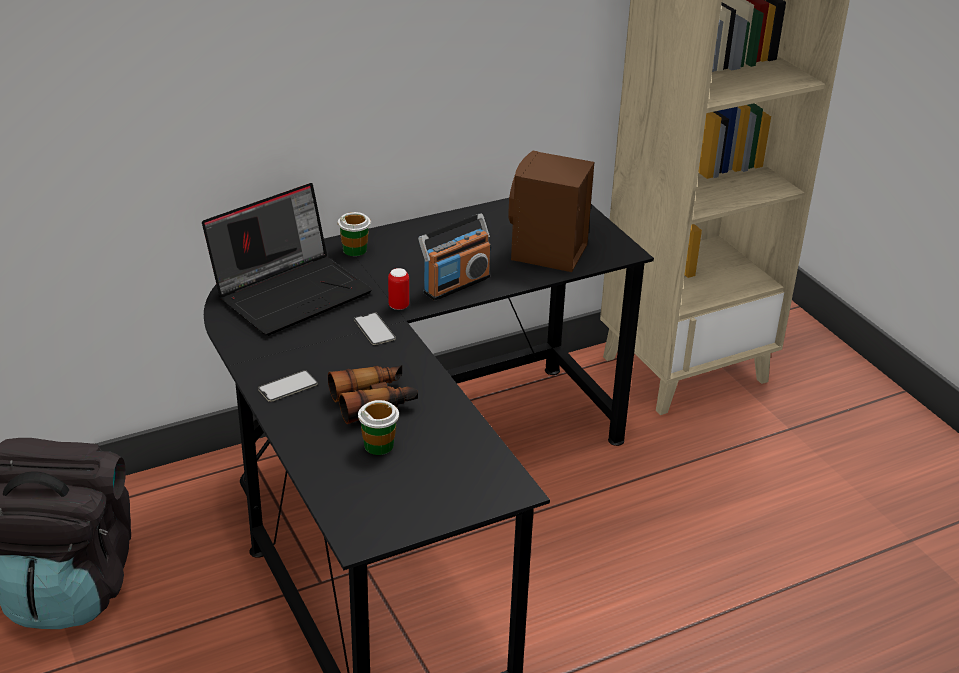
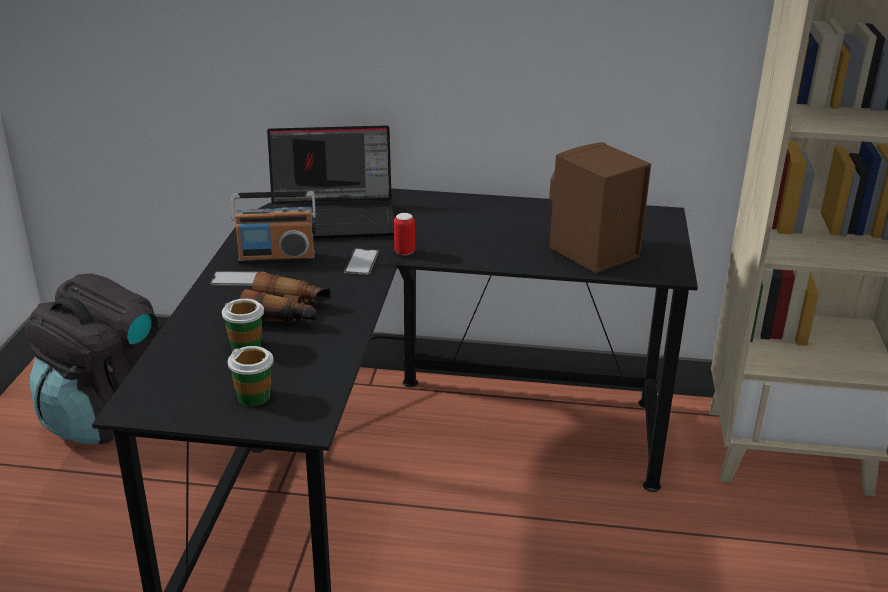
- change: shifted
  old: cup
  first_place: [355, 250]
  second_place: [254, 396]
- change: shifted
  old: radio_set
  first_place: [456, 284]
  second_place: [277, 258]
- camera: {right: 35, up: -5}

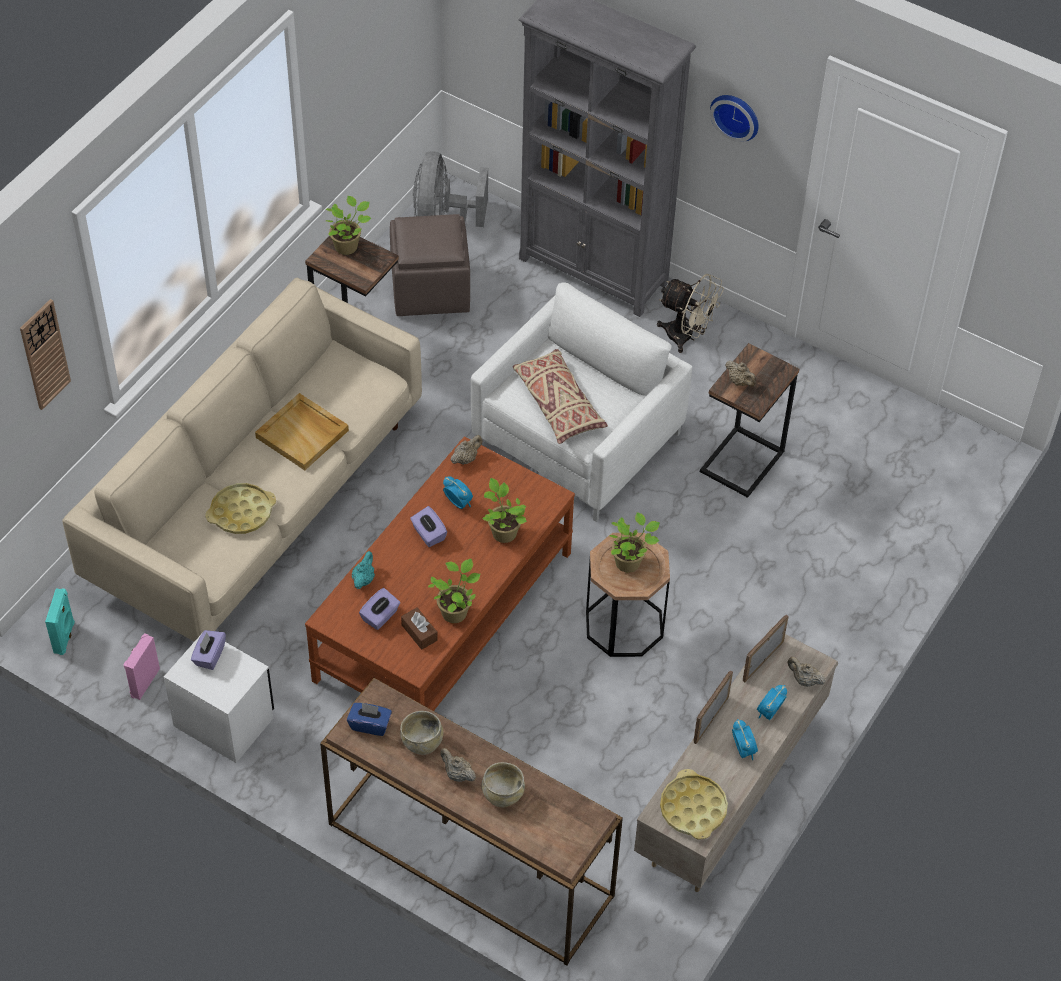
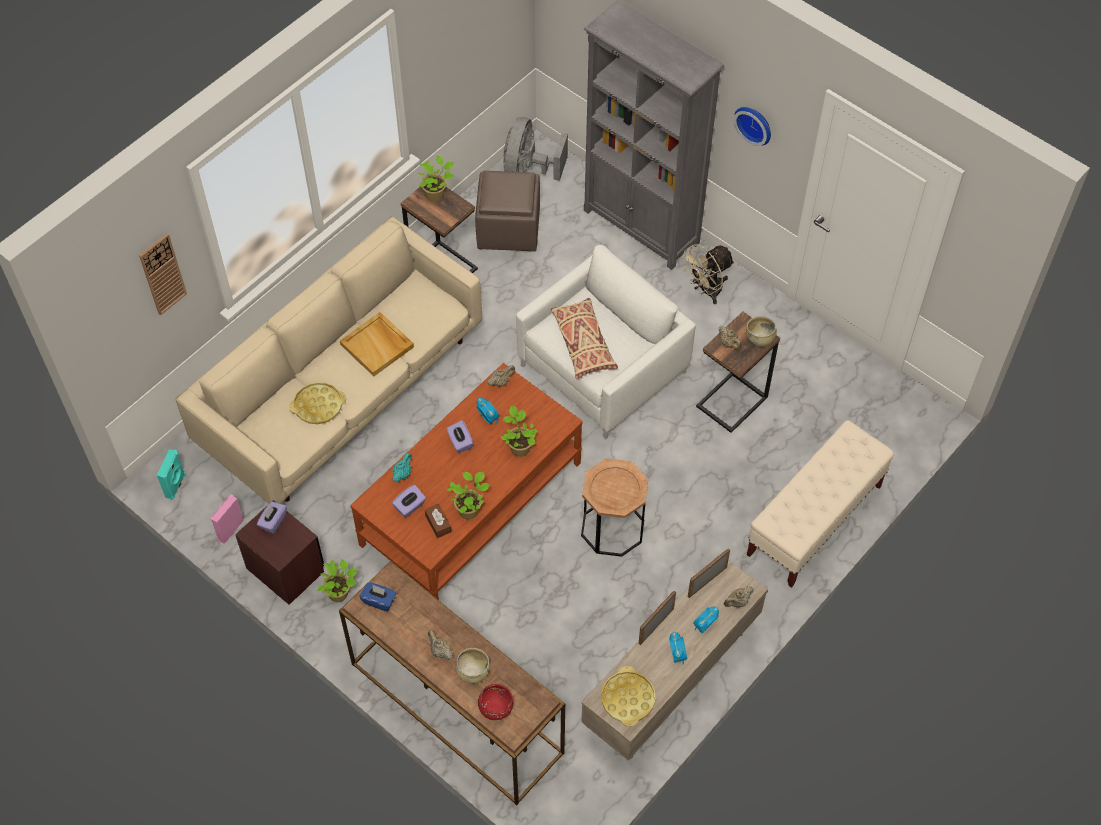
- change: repainted
  old: white-coloured_night_table
  new: brownish_night_table
  first_place: [224, 721]
  second_place: [285, 569]
- change: shifted
  old: houseplant
  first_place: [629, 562]
  second_place: [340, 593]
- change: new
  new: reddish_serving_bowl
  second_place: [495, 708]
- change: rotated
  old: beige-coloured_electric_fan
  first_place: [686, 337]
  second_place: [706, 291]
  degrees: 105
- change: rotated
  old: beige-coloured_teapot
  first_place: [804, 680]
  second_place: [737, 602]
  degrees: -75
- change: shifted
  old: beige-coloured_serving_bowl
  first_place: [422, 742]
  second_place: [760, 339]
- change: new
  new: beige-coloured_long_seat
  second_place: [814, 521]
- camera: {right: 10, up: 5}

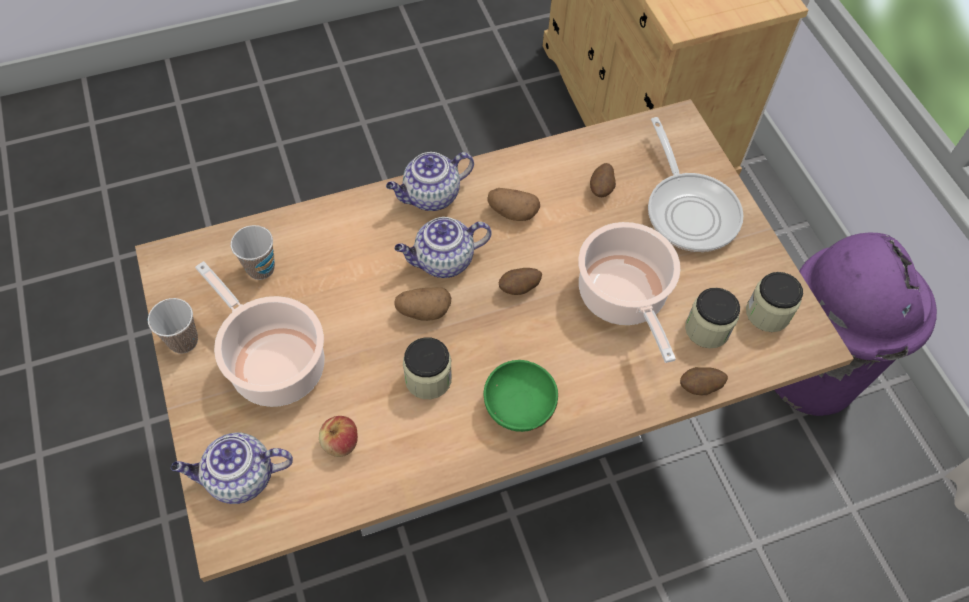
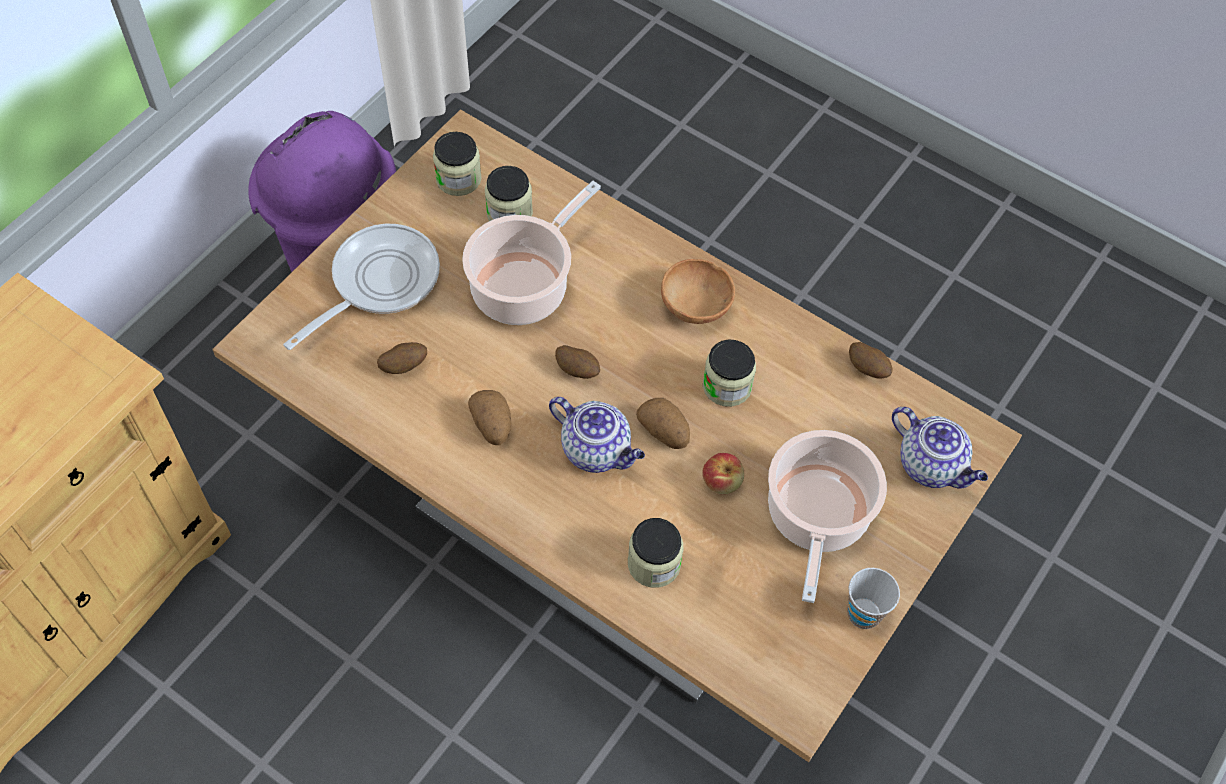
- change: new
  new: storage_jar
  second_place: [654, 564]
- change: repainted
  old: green_serving_bowl
  new: brownish_serving_bowl
  first_place: [518, 408]
  second_place: [697, 306]
- change: shifted
  old: apple
  first_place: [340, 443]
  second_place: [722, 481]
- change: shifted
  old: potato
  first_place: [700, 387]
  second_place: [867, 369]
- change: gone
  old: cup
  first_place: [261, 268]
- change: gone
  old: teapot
  first_place: [430, 196]
- camera: {right: -125, up: 0}

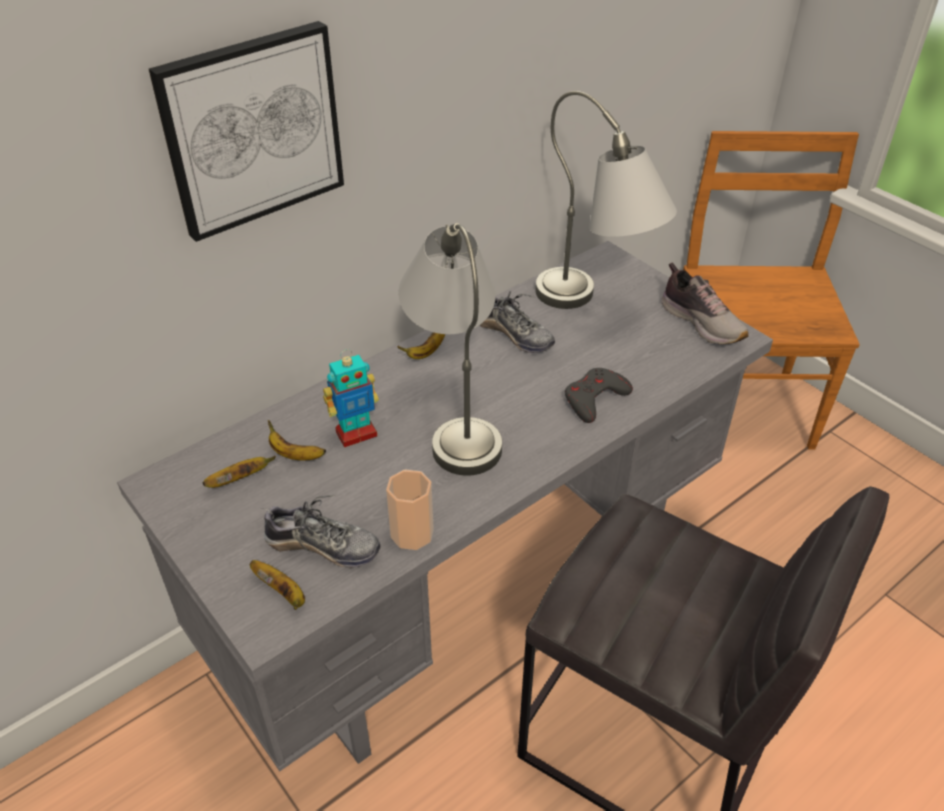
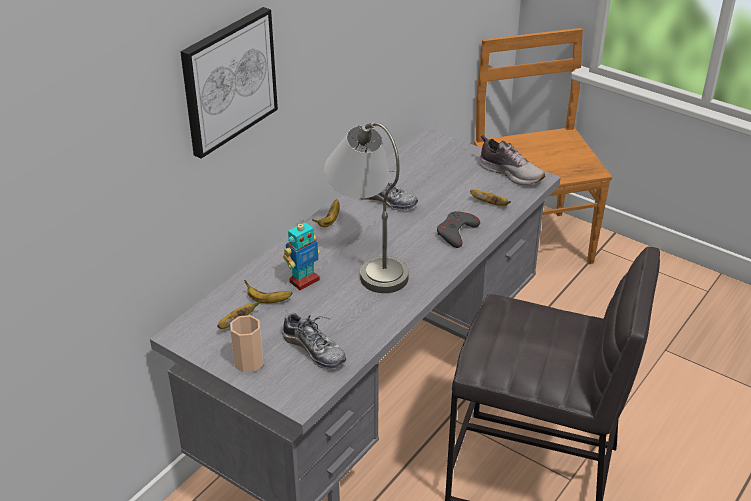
- change: shifted
  old: cup
  first_place: [412, 533]
  second_place: [248, 362]
- change: rotated
  old: low_shoe
  first_place: [323, 546]
  second_place: [314, 350]
  degrees: 45
- change: shifted
  old: whole_banana
  first_place: [283, 592]
  second_place: [490, 204]
- change: gone
  old: greyish_lamp_for_a_table
  first_place: [595, 308]
- camera: {right: -15, up: -5}

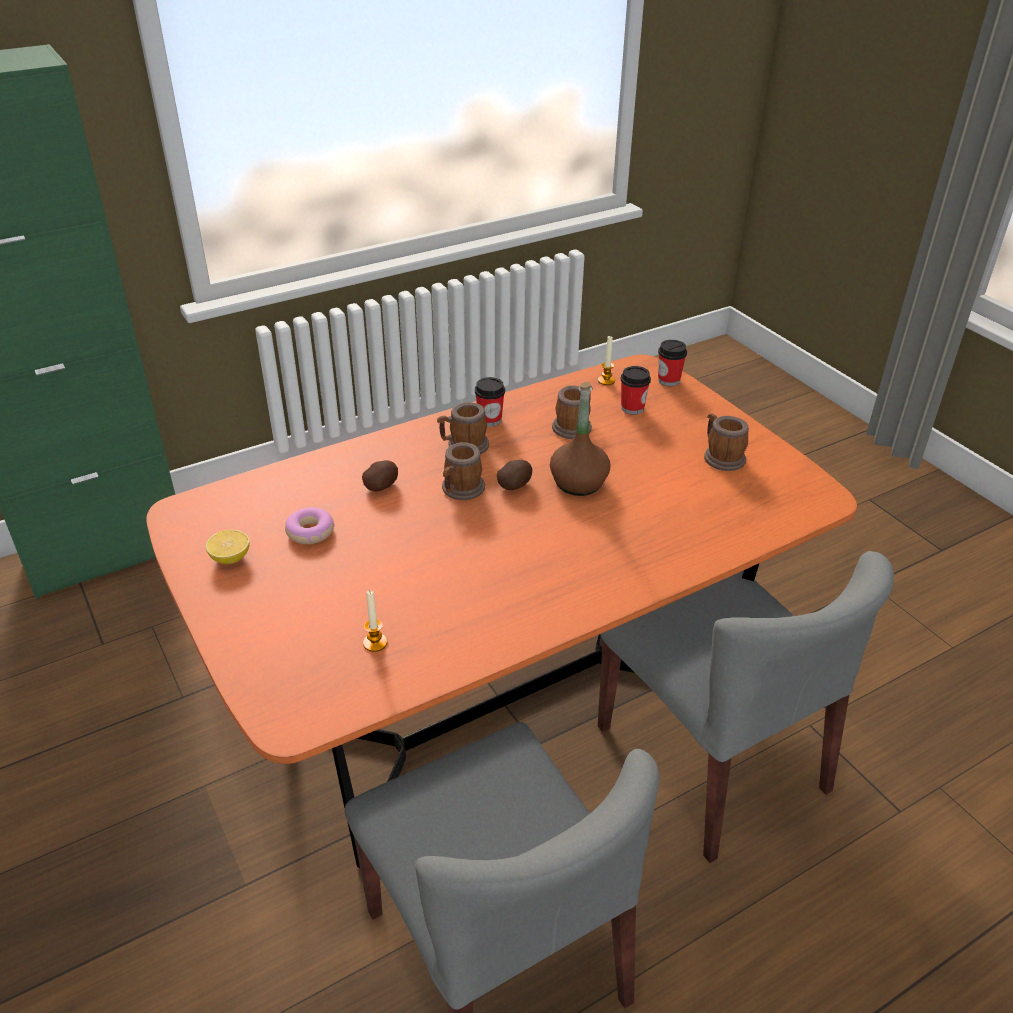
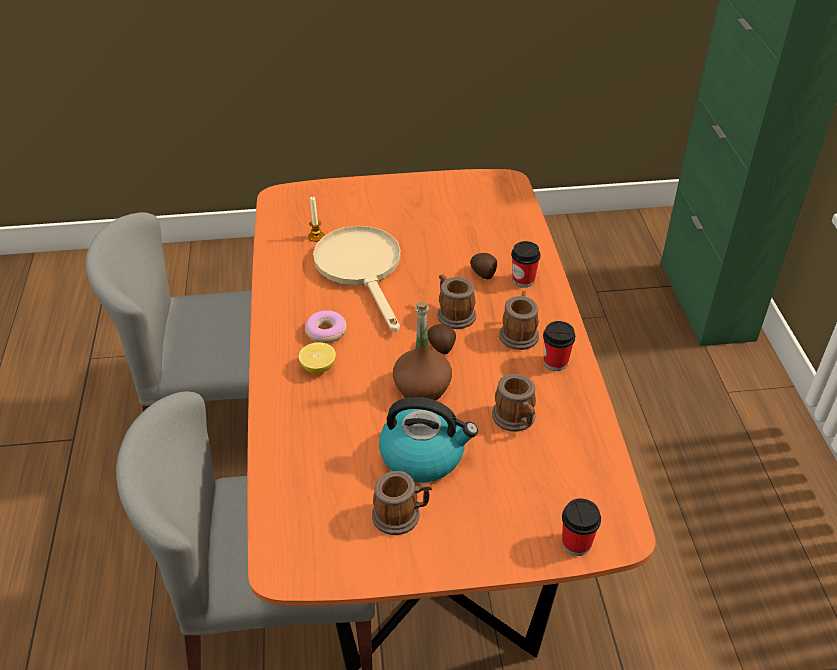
- change: shifted
  old: lemon
  first_place: [230, 558]
  second_place: [318, 367]
- change: shifted
  old: ring_doughnut
  first_place: [310, 532]
  second_place: [326, 331]
- change: new
  new: beige-coloured_pan
  second_place: [362, 269]
- change: new
  new: tea_kettle
  second_place: [424, 455]
- change: shifted
  old: cup
  first_place: [632, 408]
  second_place: [523, 280]
- change: gone
  old: wax_light
  first_place: [606, 380]
- camera: {right: 115, up: 5}

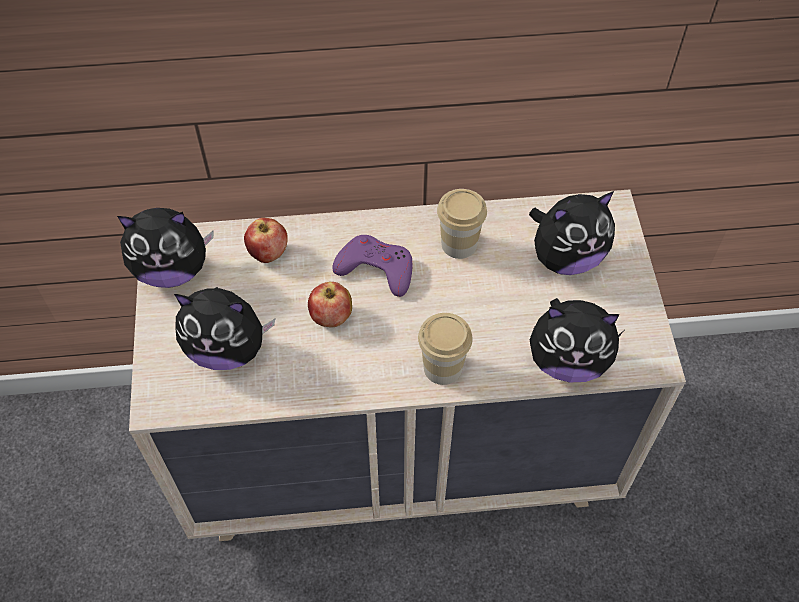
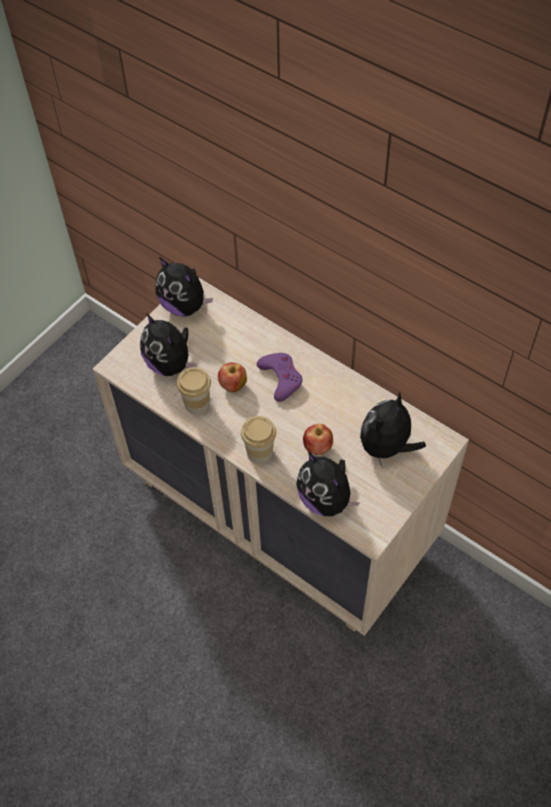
- change: shifted
  old: cup
  first_place: [459, 244]
  second_place: [197, 404]
- change: shifted
  old: apple
  first_place: [268, 253]
  second_place: [317, 447]
- change: rotated
  old: plush_toy
  first_place: [566, 257]
  second_place: [387, 447]
  degrees: 105
- camera: {right: 45, up: 0}

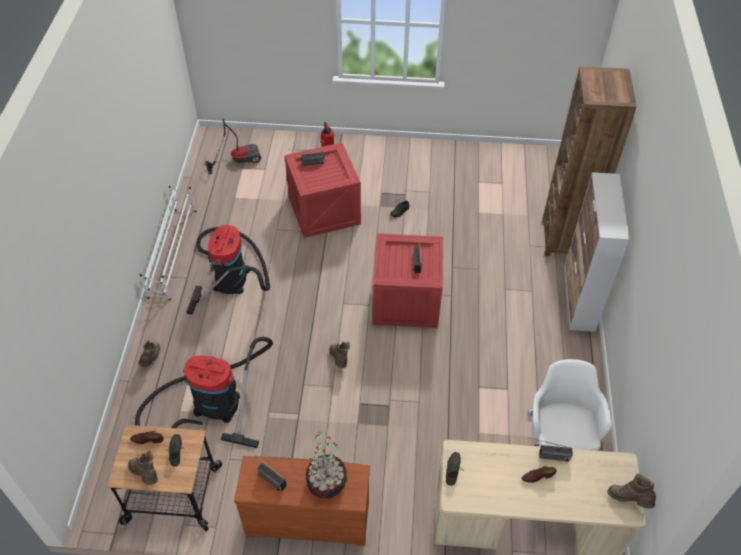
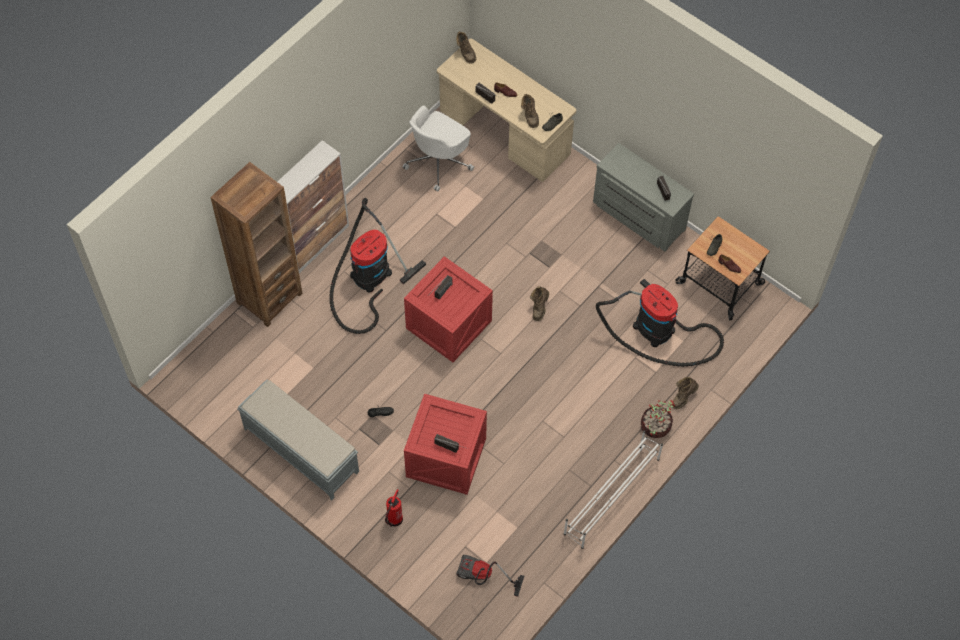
- change: new
  new: greyish_long_seat
  second_place: [300, 450]
- change: shifted
  old: hoover
  first_place: [231, 275]
  second_place: [368, 278]
- change: shifted
  old: brownish_high-top_boot
  first_place: [146, 474]
  second_place: [530, 116]
- change: repainted
  old: brownish_chest_of_drawers
  new: greyish_chest_of_drawers
  first_place: [308, 516]
  second_place: [637, 217]
- change: shifted
  old: houseplant
  first_place: [326, 480]
  second_place: [655, 427]
- camera: {right: -145, up: 10}

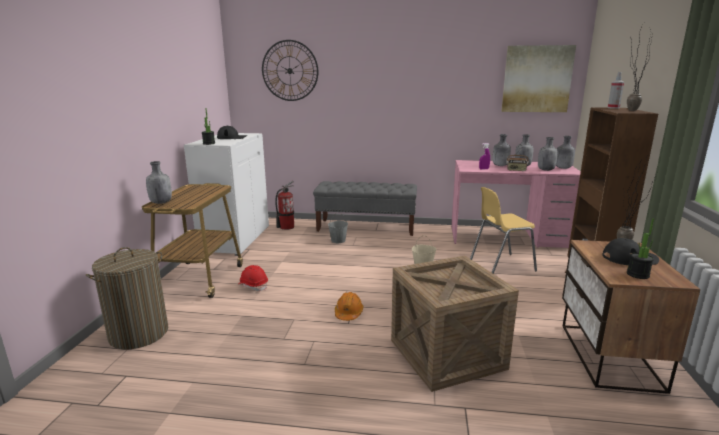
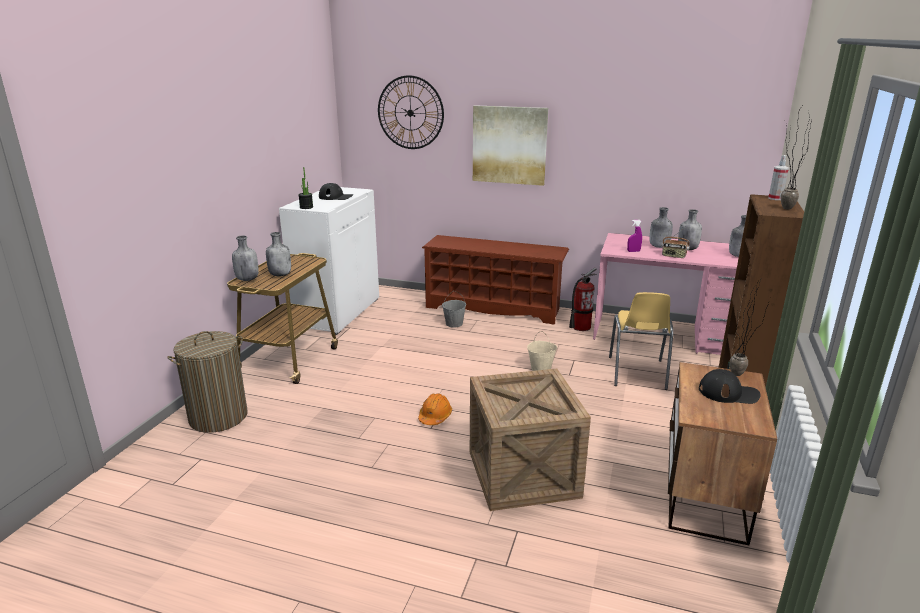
- change: shifted
  old: greyish_drink_bottle
  first_place: [545, 170]
  second_place: [280, 275]
- change: swapped
  old: greyish_long_seat
  new: brownish_shoe_shelf
  first_place: [366, 227]
  second_place: [494, 308]
- change: shifted
  old: wall_picture
  first_place: [537, 79]
  second_place: [509, 145]
- change: shifted
  old: fire-fighting_cylinder
  first_place: [286, 227]
  second_place: [580, 327]
- change: rotated
  old: yellow_chair
  first_place: [501, 265]
  second_place: [637, 373]
  degrees: -75
- change: gone
  old: reddish_hard_hat
  first_place: [253, 286]
- change: gone
  old: houseplant
  first_place: [637, 274]
- camera: {right: 10, up: 5}

